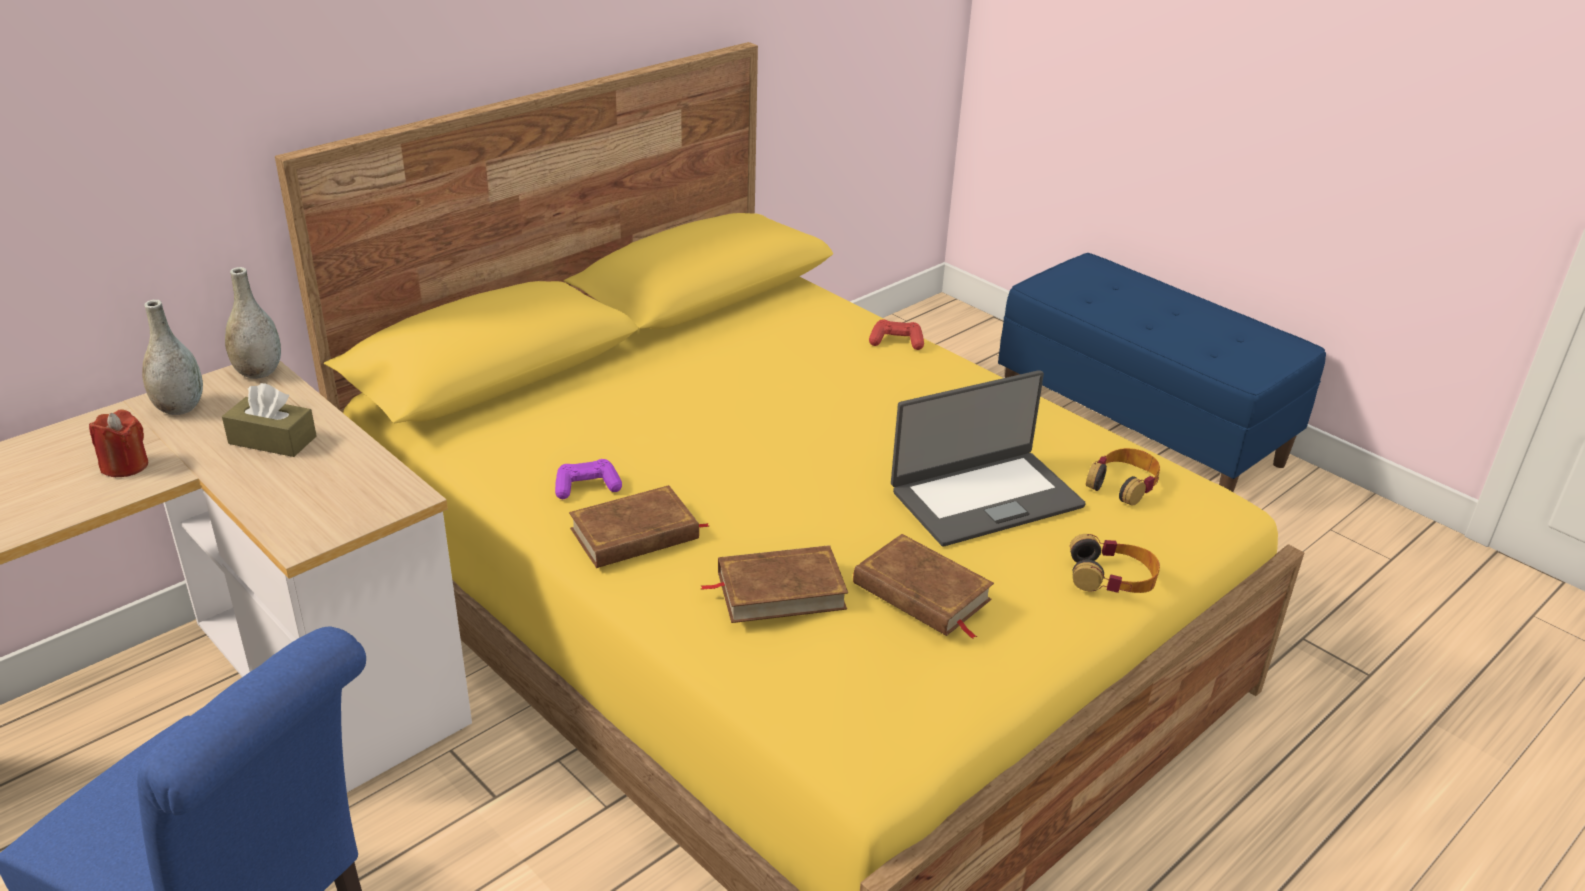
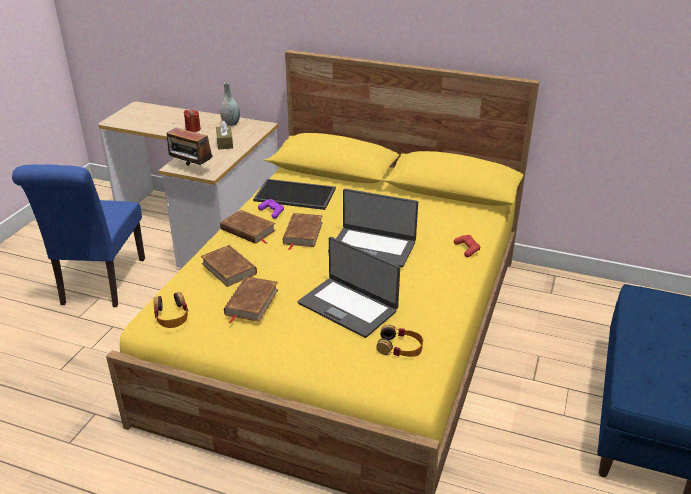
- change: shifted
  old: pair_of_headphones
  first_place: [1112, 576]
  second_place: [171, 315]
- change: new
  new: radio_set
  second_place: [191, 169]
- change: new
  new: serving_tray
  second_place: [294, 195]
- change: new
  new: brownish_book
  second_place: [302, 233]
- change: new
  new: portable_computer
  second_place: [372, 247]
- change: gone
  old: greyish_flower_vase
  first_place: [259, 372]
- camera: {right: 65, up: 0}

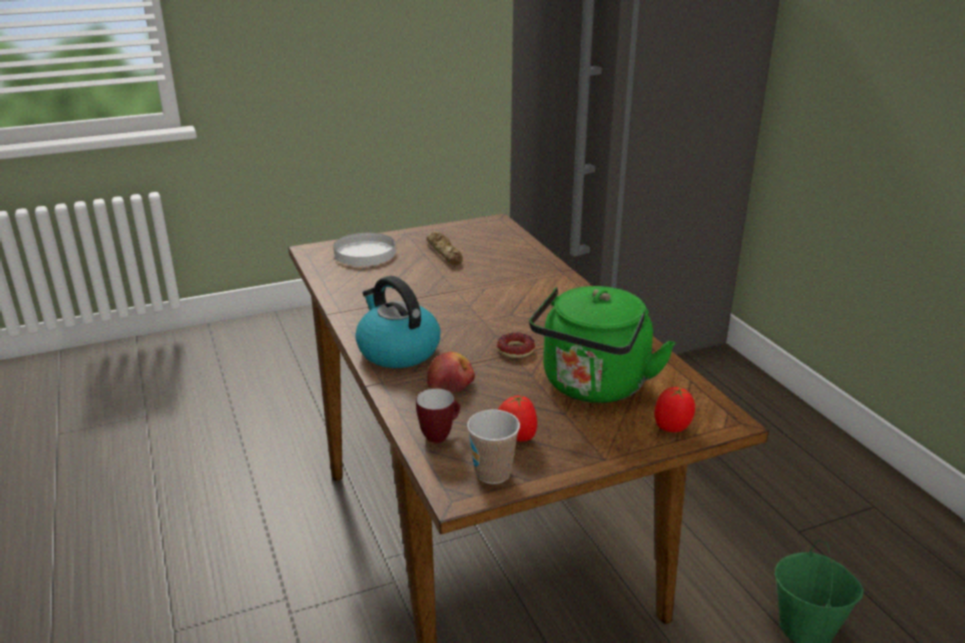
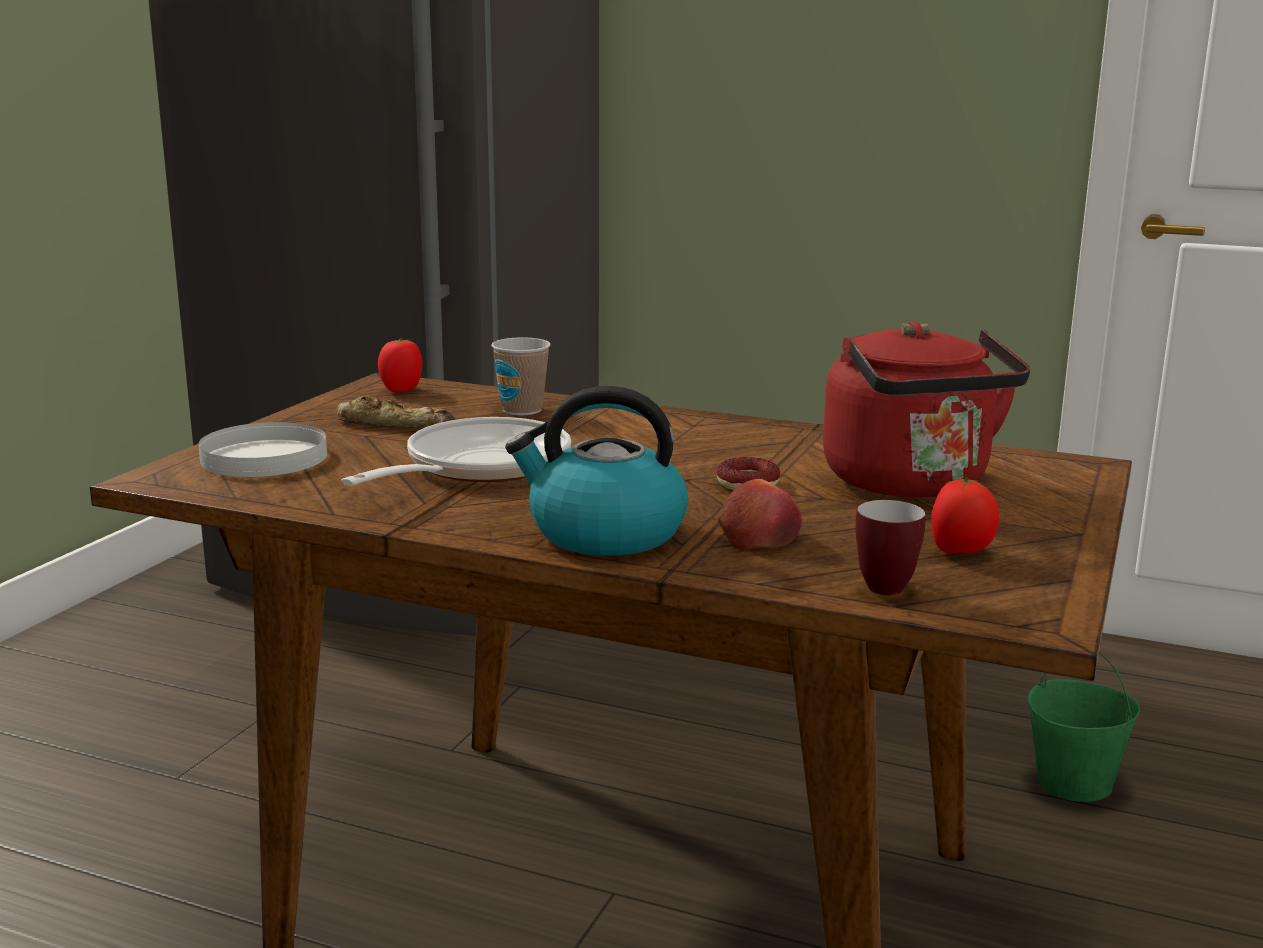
- change: new
  new: pan
  second_place: [478, 468]
- change: shifted
  old: whole_tomato
  first_place: [672, 427]
  second_place: [401, 390]
- change: shifted
  old: cup
  first_place: [493, 473]
  second_place: [522, 410]
- change: repainted
  old: green_tea_kettle
  new: reddish_tea_kettle
  first_place: [593, 387]
  second_place: [912, 484]
- camera: {right: -45, up: -10}

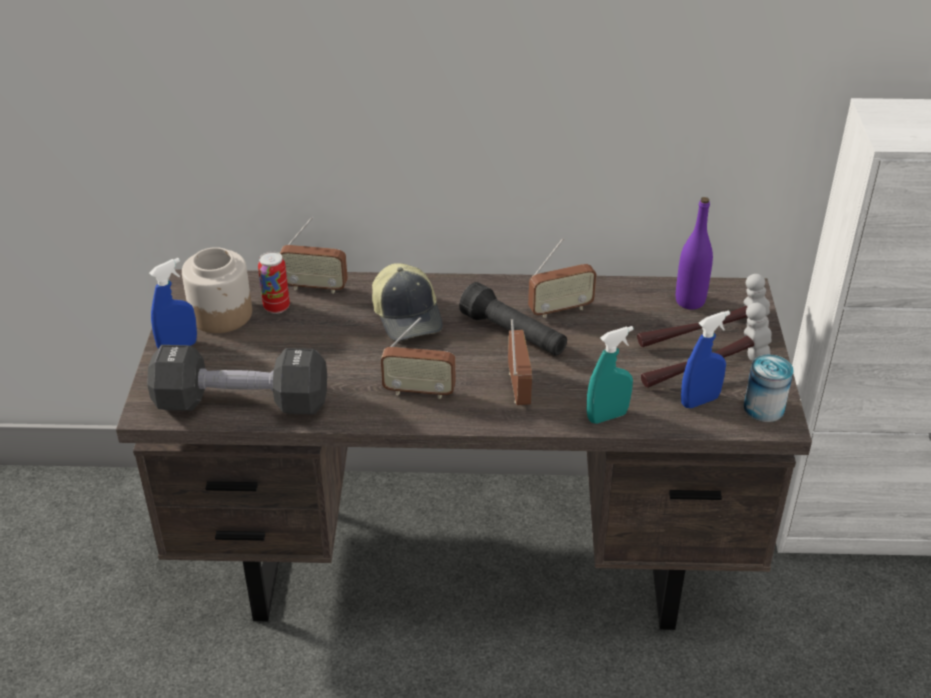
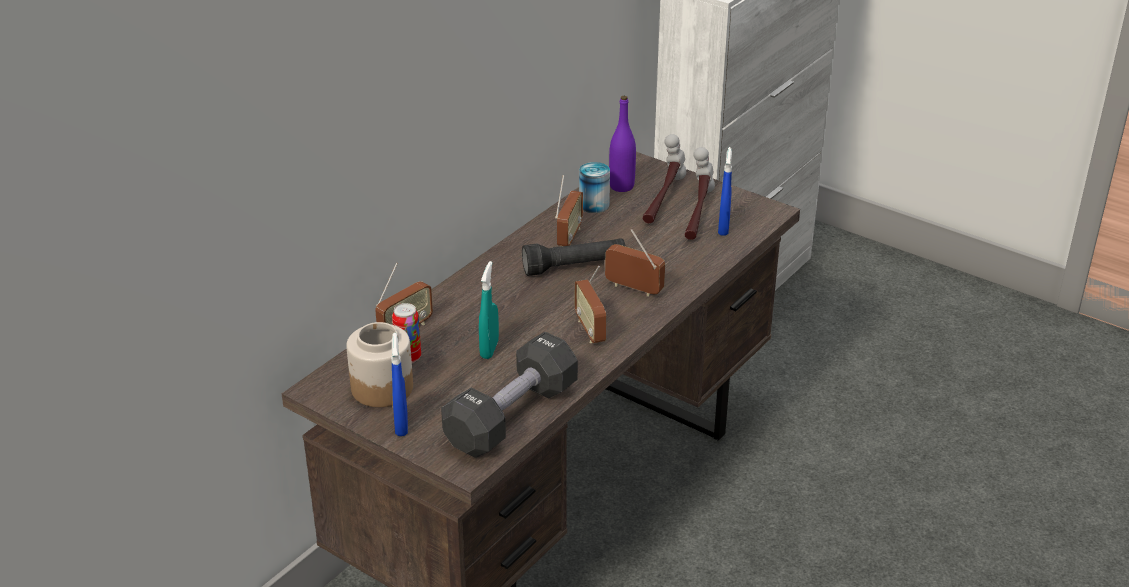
- change: shifted
  old: blue-green_spray_bottle
  first_place: [607, 416]
  second_place: [489, 349]
- change: rotated
  old: radio_set
  first_place: [419, 391]
  second_place: [590, 330]
  degrees: 120
- change: shifted
  old: sealed_can
  first_place: [764, 408]
  second_place: [594, 205]
- change: gone
  old: cap
  first_place: [408, 316]
- camera: {right: -55, up: -5}

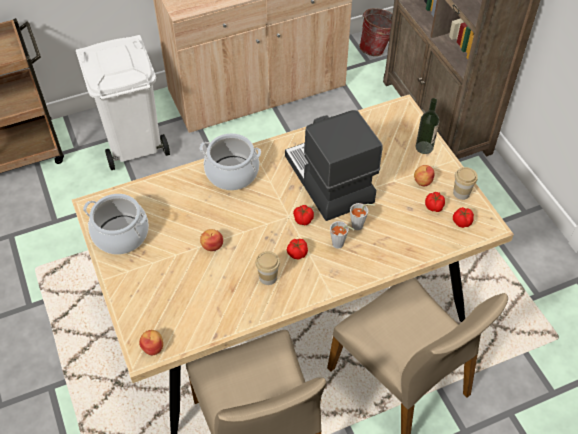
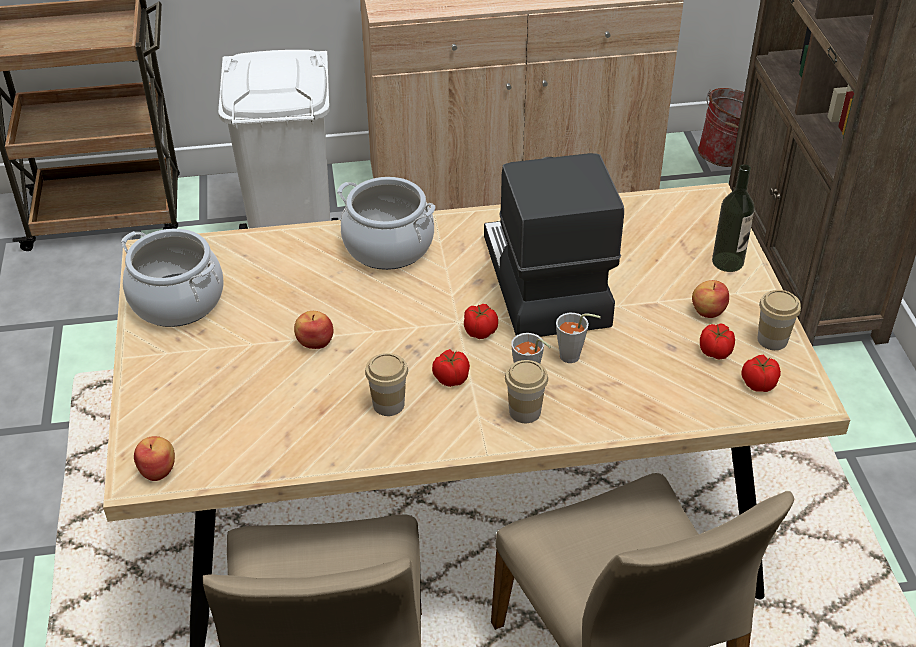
- change: new
  new: cup
  second_place: [525, 411]
- camera: {right: 15, up: -10}

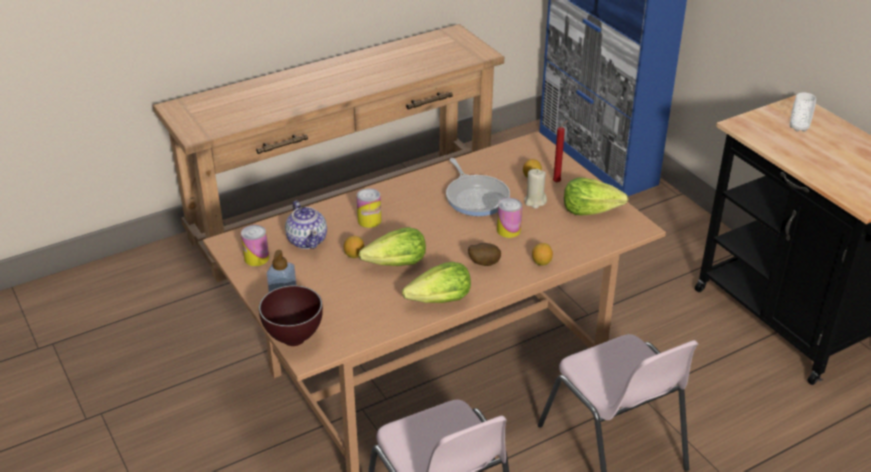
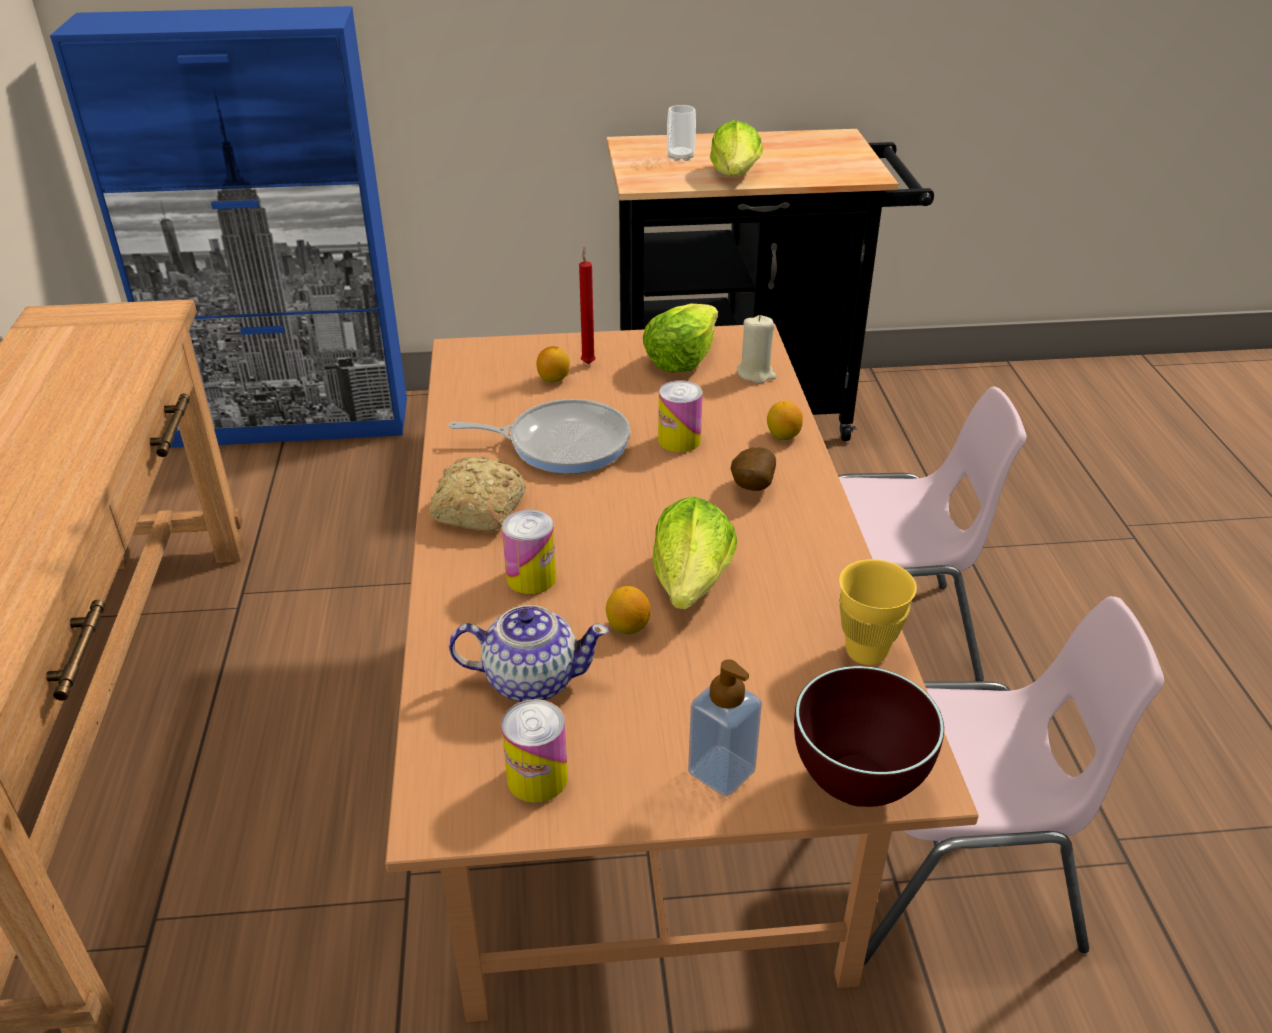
- change: new
  new: baked_bread
  second_place: [477, 511]
- change: shifted
  old: lettuce_head
  first_place: [440, 300]
  second_place: [735, 175]
- change: shifted
  old: beige-coloured_wax_light
  first_place: [535, 201]
  second_place: [756, 374]
- change: new
  new: yellow_cup
  second_place: [866, 652]
- camera: {right: -65, up: 0}

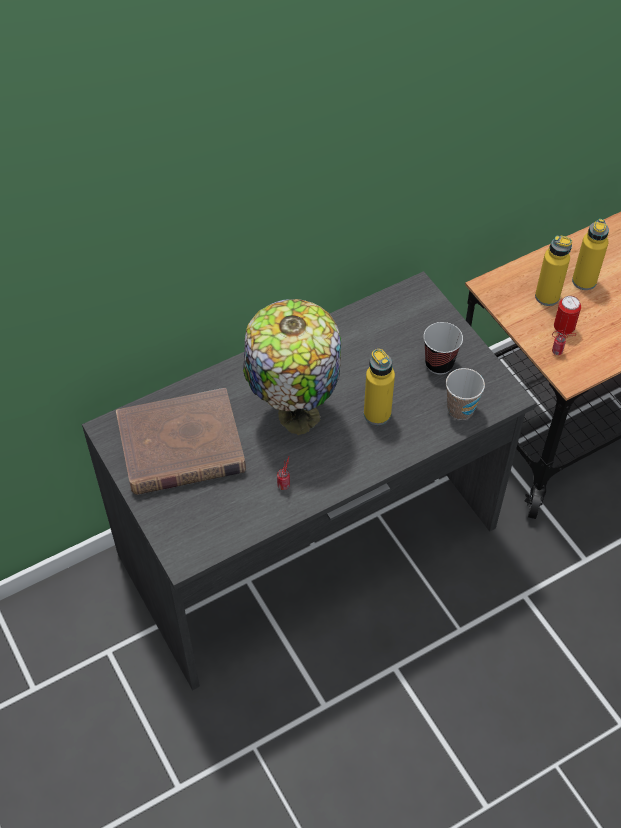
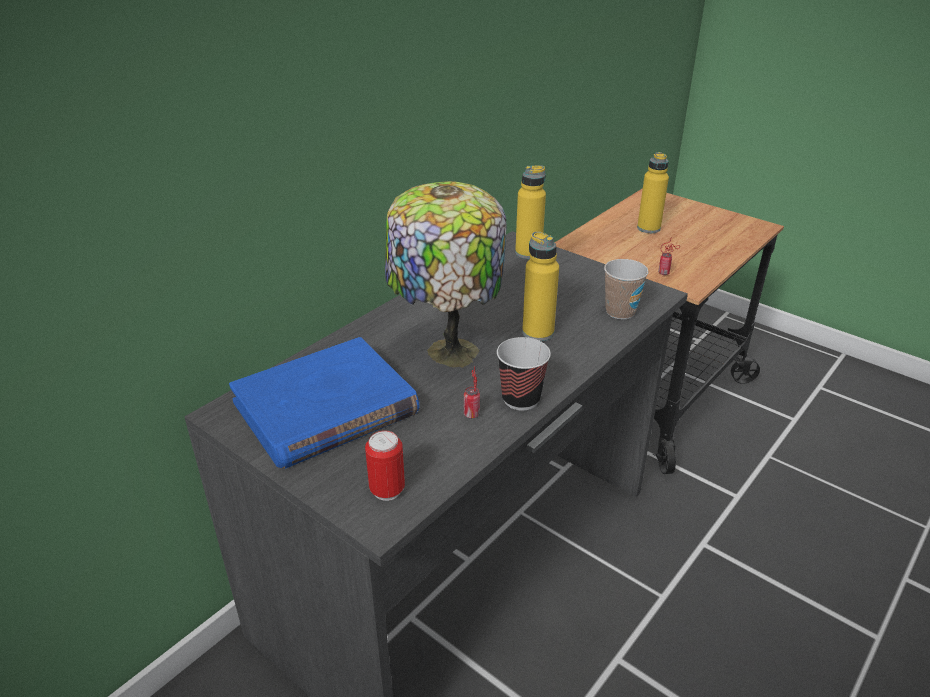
- change: repainted
  old: brownish_book
  new: bluish_book
  first_place: [181, 447]
  second_place: [326, 408]
- change: shifted
  old: sealed_can
  first_place: [563, 328]
  second_place: [387, 490]
- change: shifted
  old: cup
  first_place: [439, 364]
  second_place: [521, 399]
- change: shifted
  old: yellow_drink_bottle
  first_place: [547, 296]
  second_place: [528, 253]
- camera: {right: -20, up: -20}

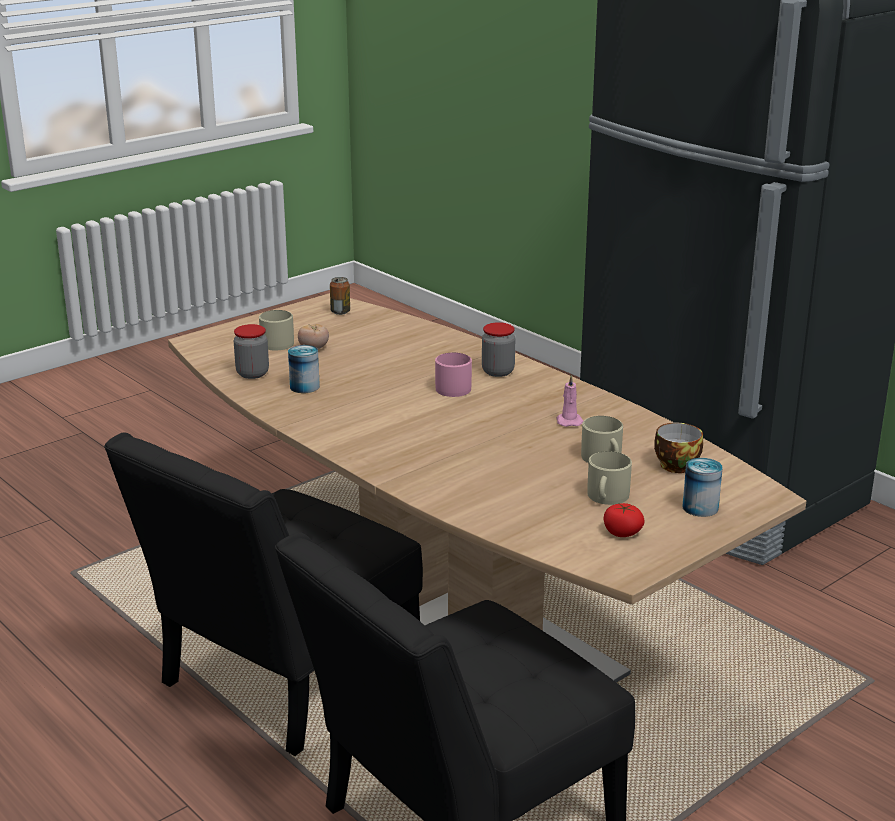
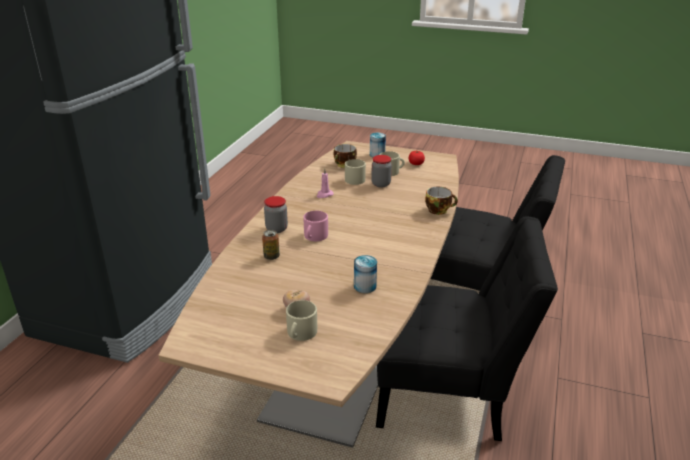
- change: shifted
  old: sealed_can
  first_place: [340, 312]
  second_place: [271, 256]
- change: shifted
  old: storage_jar
  first_place: [252, 373]
  second_place: [381, 184]
- change: new
  new: cup
  second_place: [439, 210]
- camera: {right: -120, up: 5}

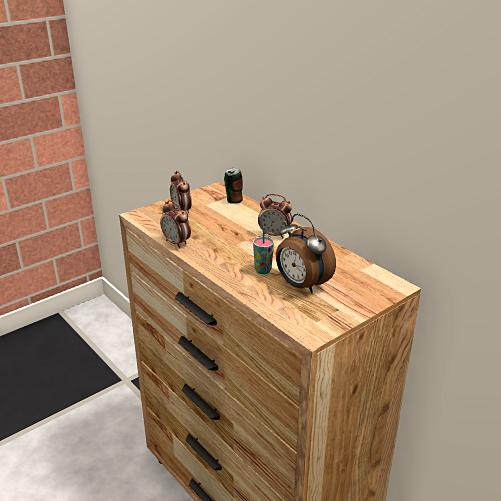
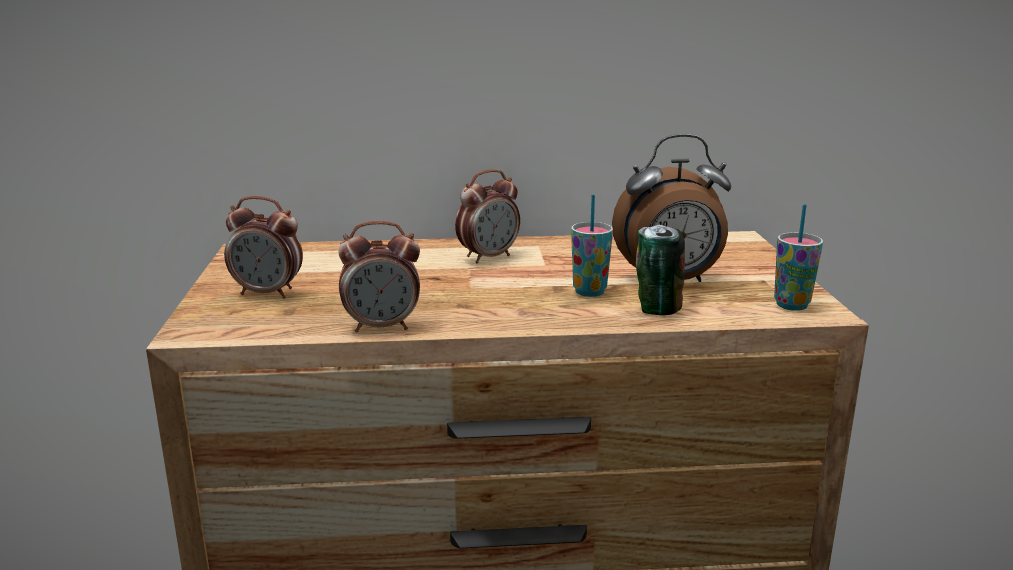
- change: shifted
  old: sealed_can
  first_place: [233, 200]
  second_place: [656, 309]
- change: new
  new: cup
  second_place: [791, 305]
- camera: {right: -55, up: -10}

